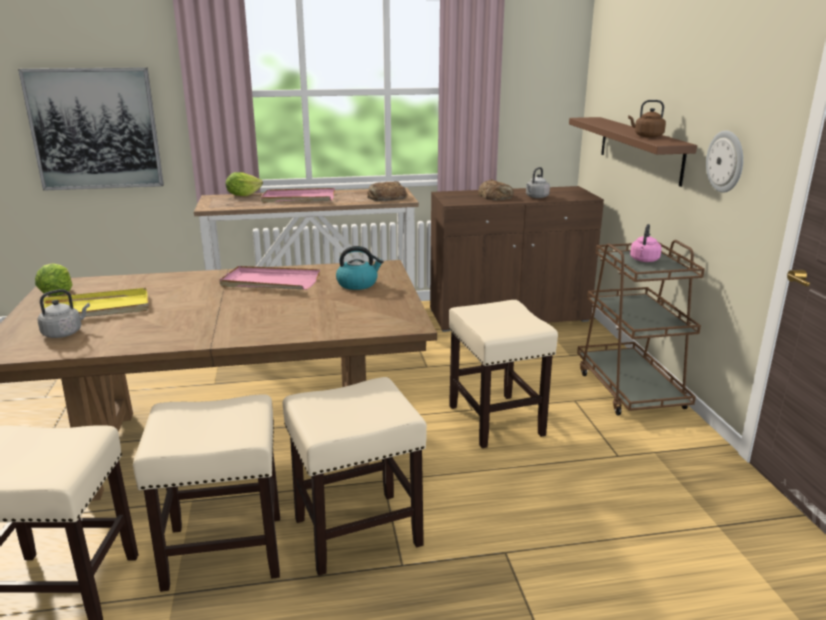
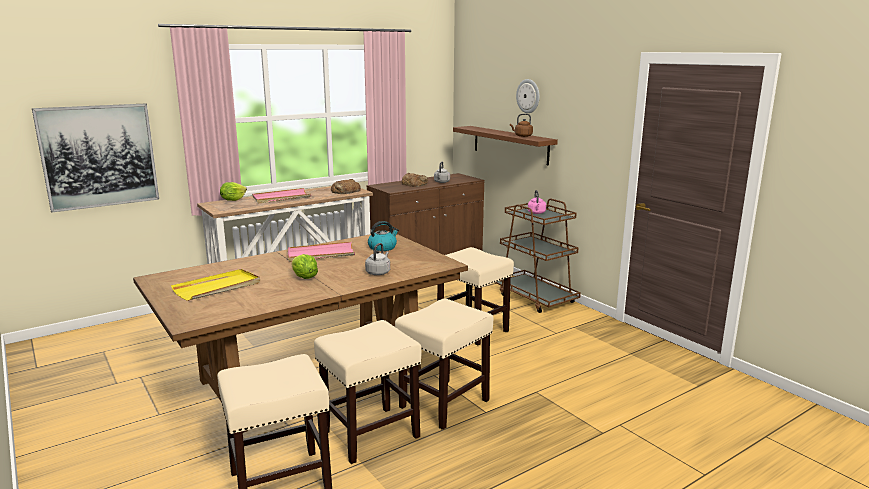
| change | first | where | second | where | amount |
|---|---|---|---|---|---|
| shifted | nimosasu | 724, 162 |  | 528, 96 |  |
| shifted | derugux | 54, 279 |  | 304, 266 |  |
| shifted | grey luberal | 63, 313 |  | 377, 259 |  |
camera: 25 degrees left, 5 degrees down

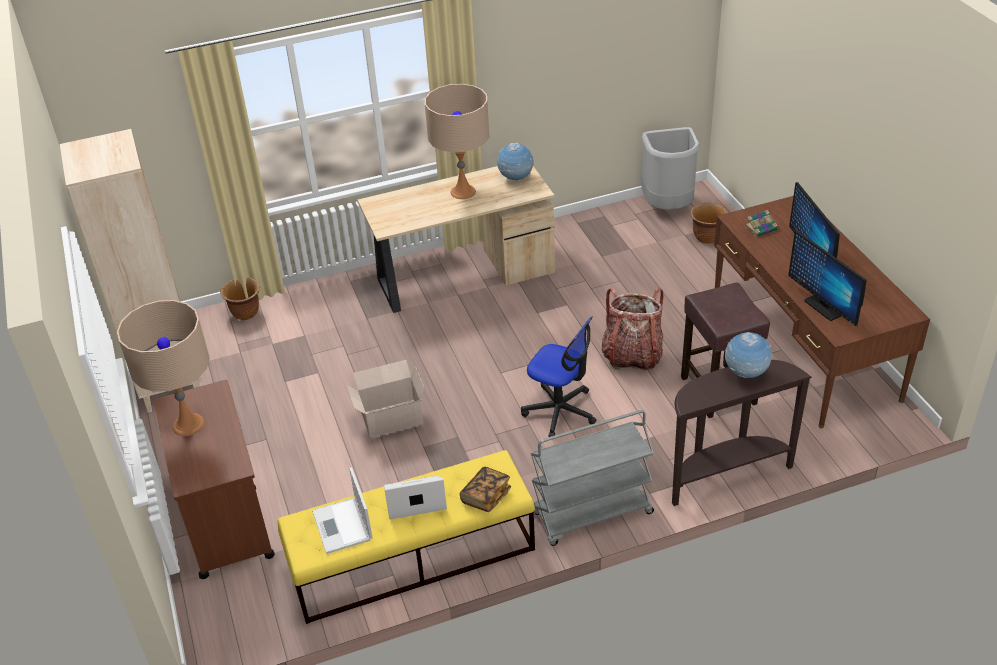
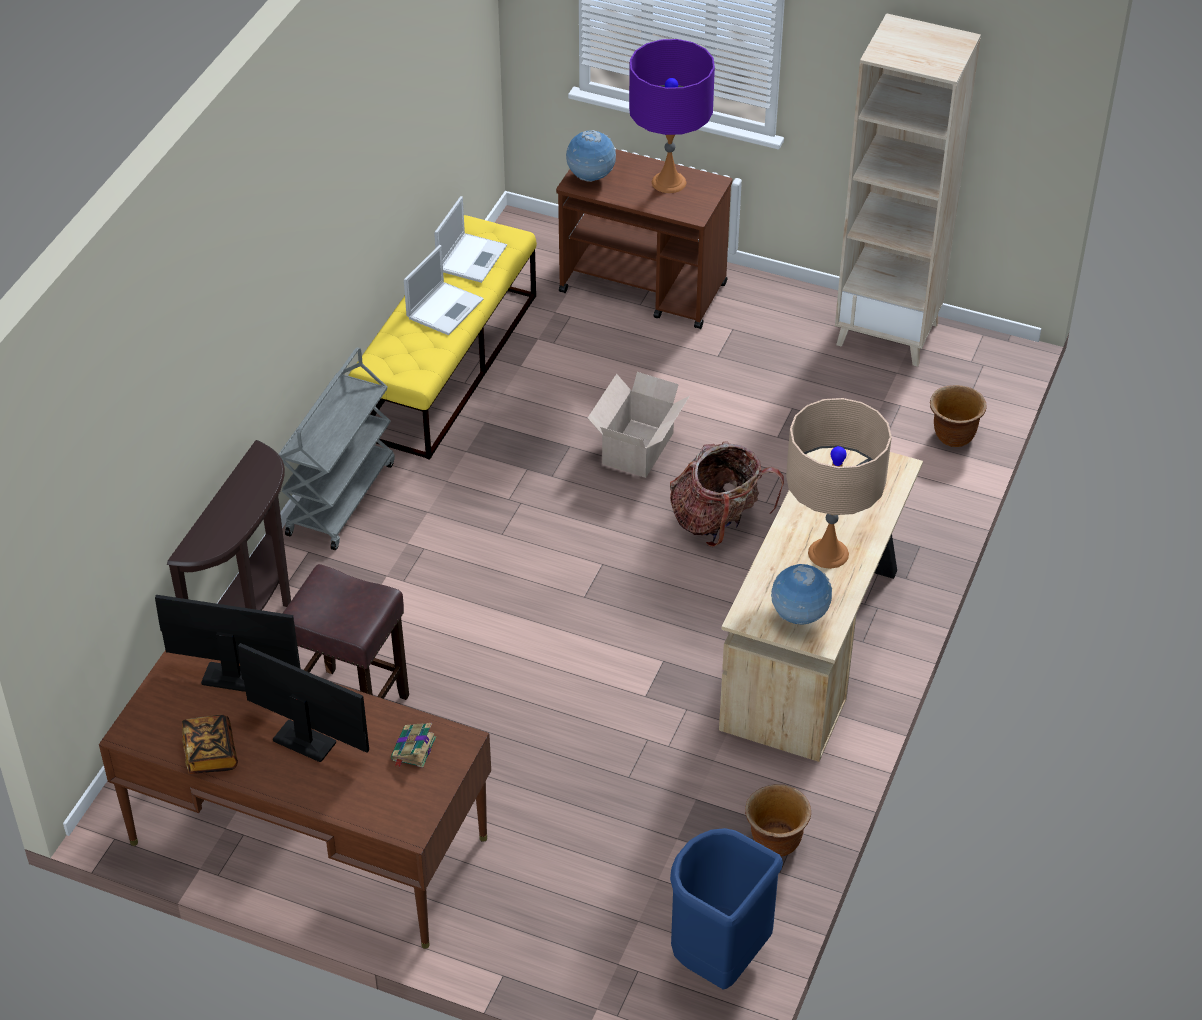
| change | first | where | second | where | amount |
|---|---|---|---|---|---|
| repainted | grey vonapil | 670, 168 | blue vonapil | 726, 908 |  |
| shifted | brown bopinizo | 709, 223 |  | 778, 820 |  |
| shifted | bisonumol | 633, 329 |  | 727, 494 |  |
| repainted | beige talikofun | 163, 368 | purple talikofun | 672, 116 |  |
| gone | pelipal | 559, 376 |  |  |  |
| shifted | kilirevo | 749, 355 |  | 591, 156 |  |
| rotated | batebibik | 342, 510 |  | 470, 239 | 90 degrees clockwise |
| shifted | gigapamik | 485, 489 |  | 210, 744 |  |
camera: 130 degrees right, 5 degrees up

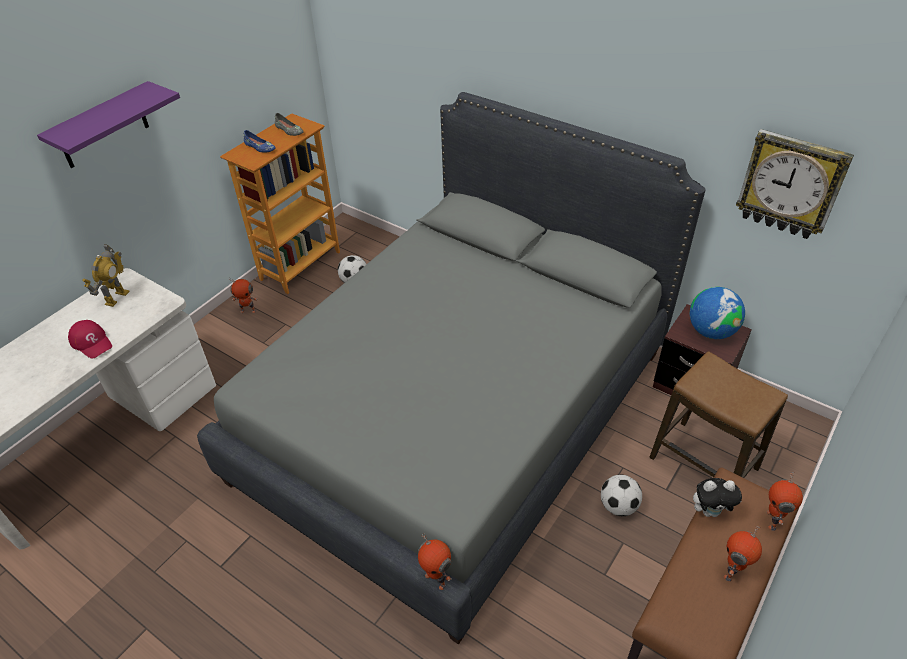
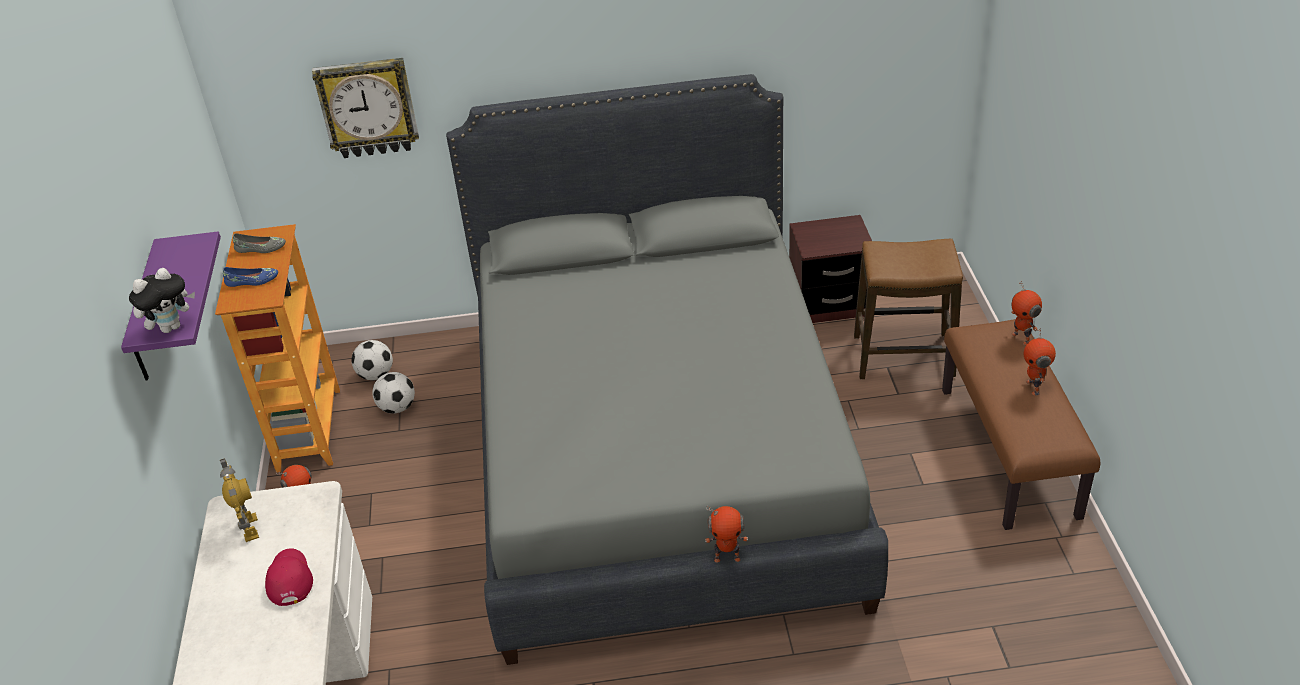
| change | first | where | second | where | amount |
|---|---|---|---|---|---|
| shifted | nimosasu | 795, 184 |  | 365, 108 |  |
| gone | kilirevo | 717, 313 |  |  |  |
| rotated | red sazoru | 90, 339 |  | 289, 577 | 105 degrees counterclockwise |
| shifted | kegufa | 621, 495 |  | 372, 360 |  |
| shifted | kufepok | 717, 497 |  | 162, 300 |  |
| shifted | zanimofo | 435, 561 |  | 726, 534 |  |
camera: 40 degrees left, 5 degrees down

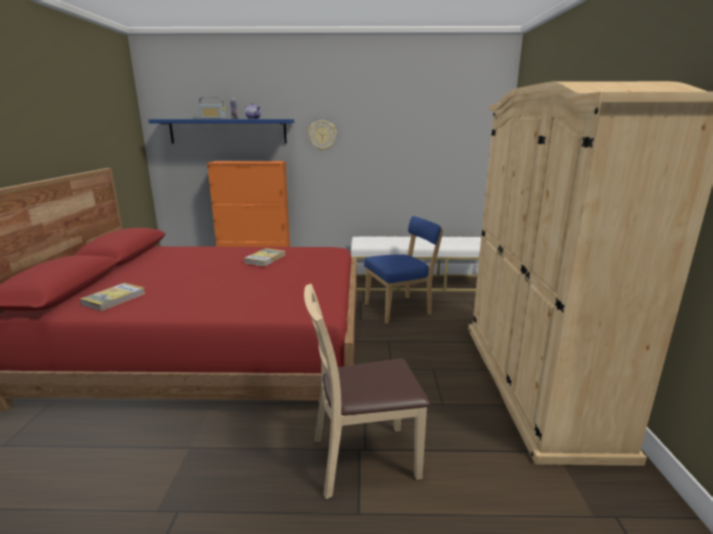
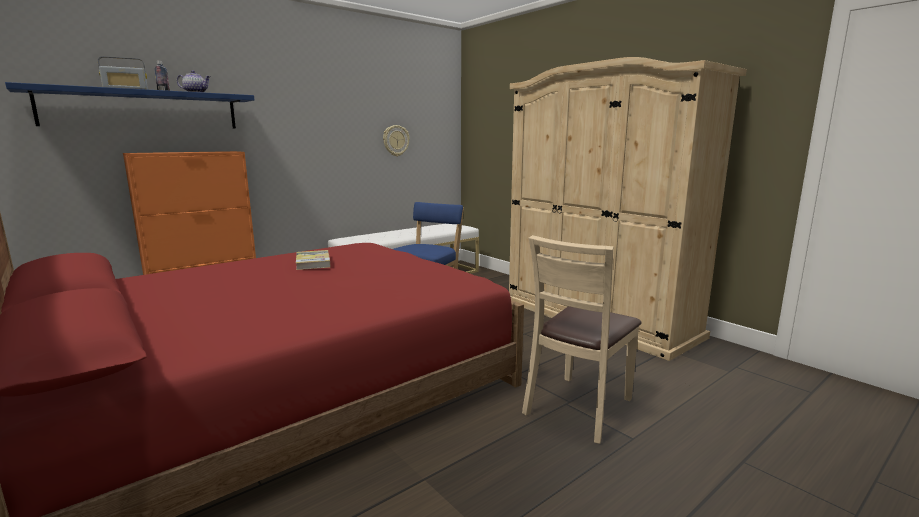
| change | first | where | second | where | amount |
|---|---|---|---|---|---|
| shifted | nimosasu | 322, 135 |  | 396, 140 |  |
| gone | gigapamik | 113, 297 |  |  |  |
camera: 40 degrees left, 5 degrees down

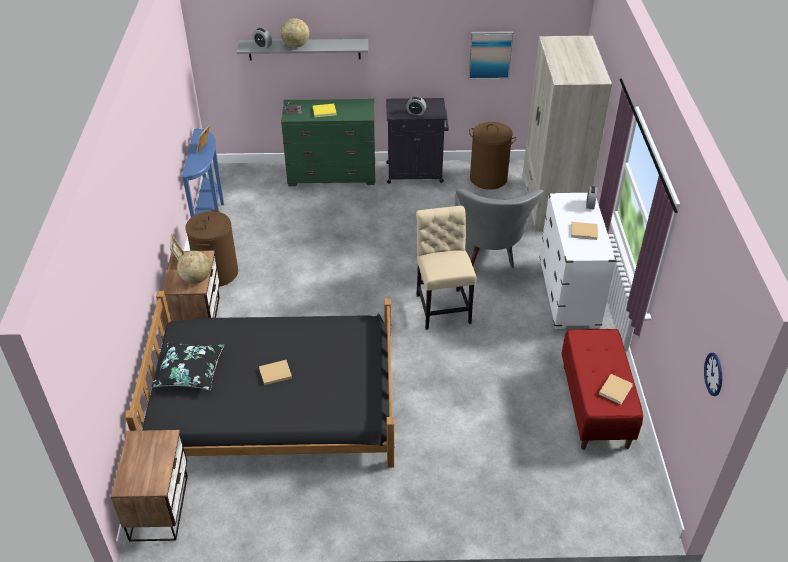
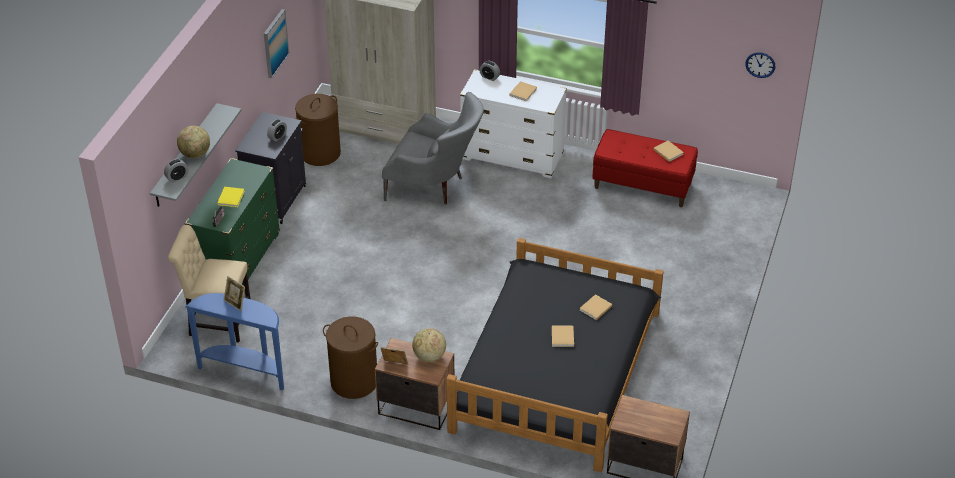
| change | first | where | second | where | amount |
|---|---|---|---|---|---|
| shifted | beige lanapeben | 446, 268 |  | 209, 284 |  |
| gone | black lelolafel | 187, 365 |  |  |  |
| new |  |  | beige gigapamik | 596, 307 |  |
camera: 70 degrees left, 0 degrees up

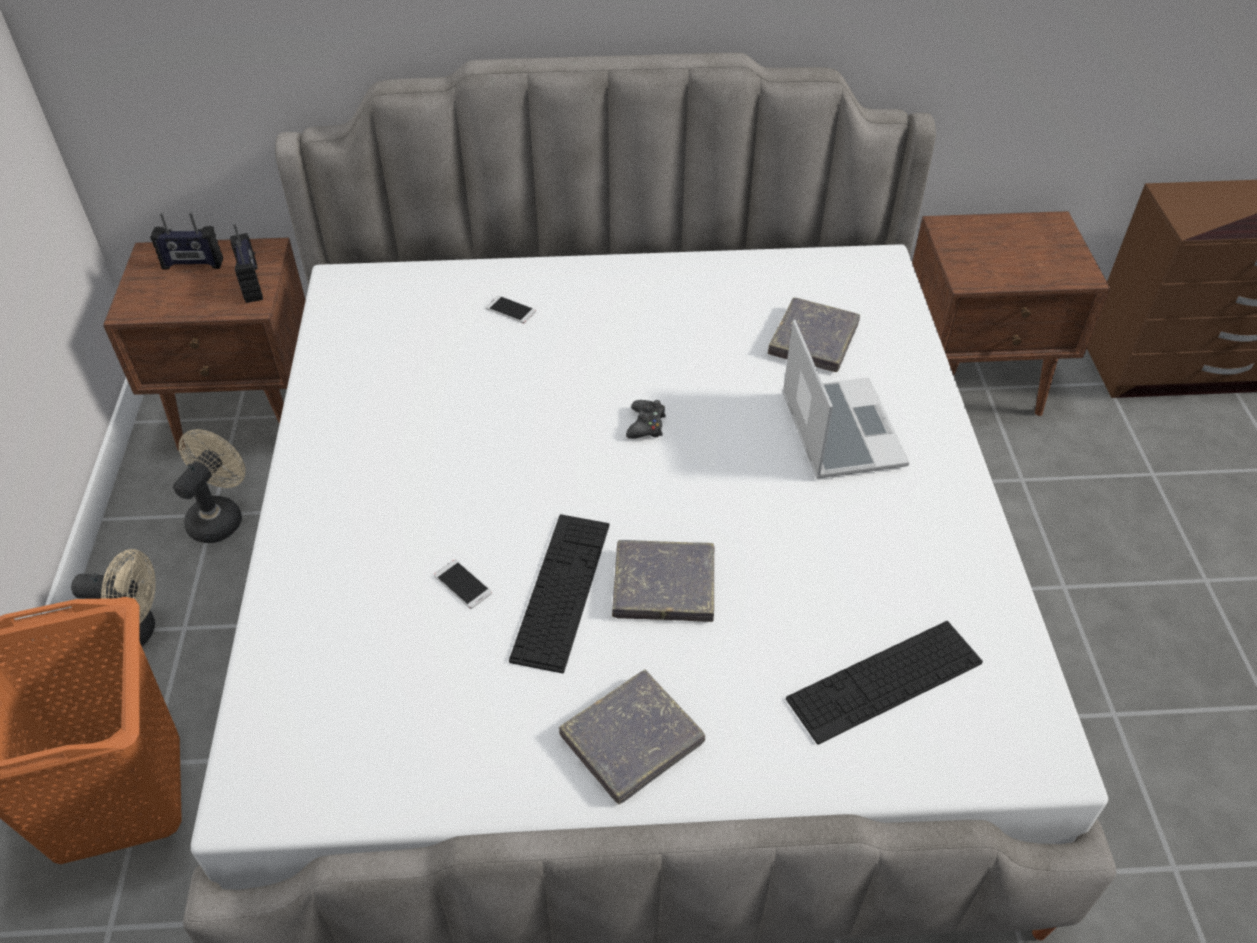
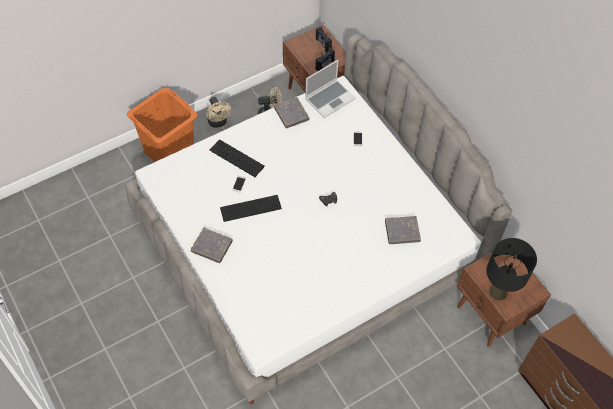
| change | first | where | second | where | amount |
|---|---|---|---|---|---|
| shifted | batebibik | 845, 399 |  | 330, 89 |  |
| shifted | grey gigapamik | 663, 581 |  | 291, 112 |  |
| shifted | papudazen | 884, 683 |  | 237, 158 |  |
| new |  |  | black talikofun | 511, 269 |  |
camera: 60 degrees right, 10 degrees up

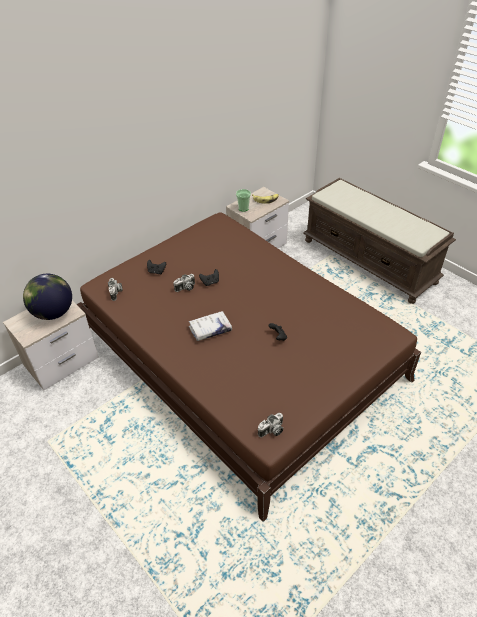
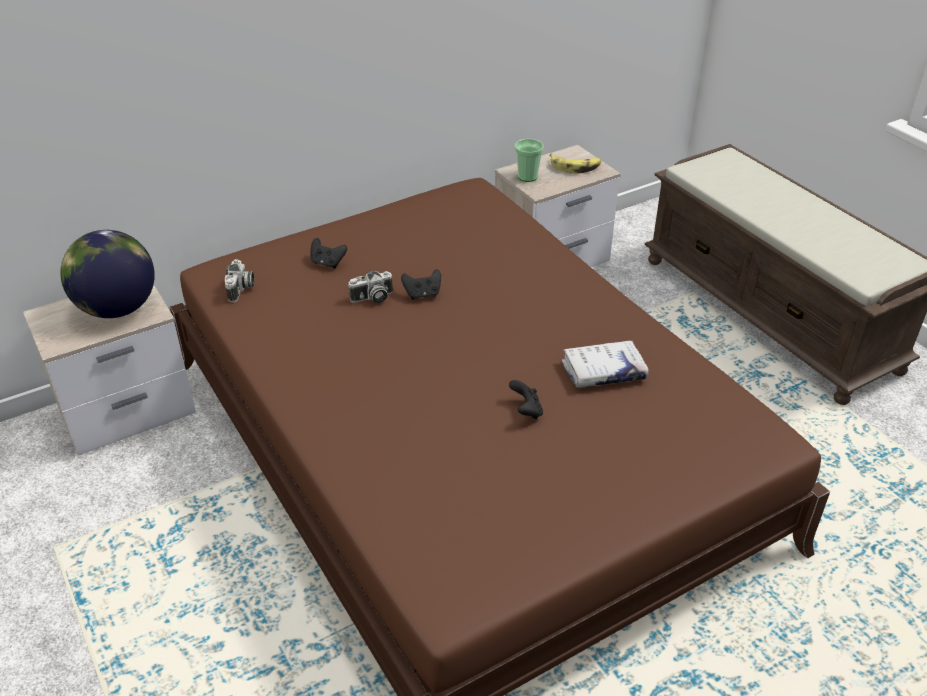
| change | first | where | second | where | amount |
|---|---|---|---|---|---|
| shifted | white gigapamik | 210, 326 |  | 605, 364 |  |
| gone | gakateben | 270, 425 |  |  |  |
camera: 10 degrees right, 5 degrees down

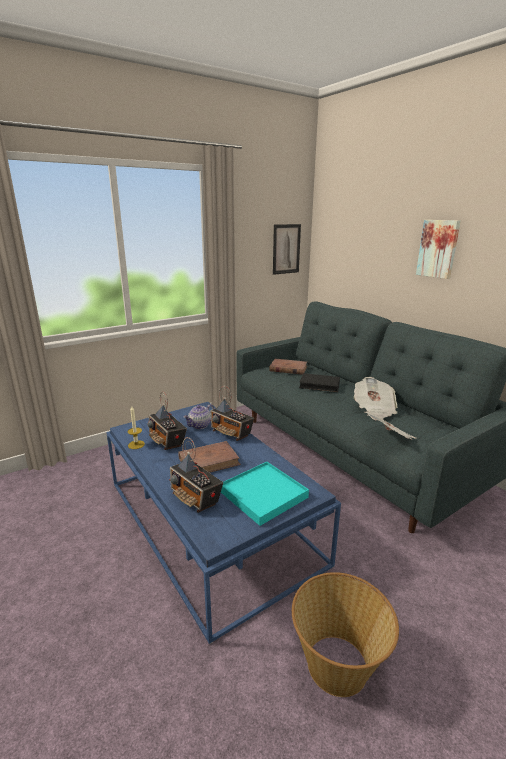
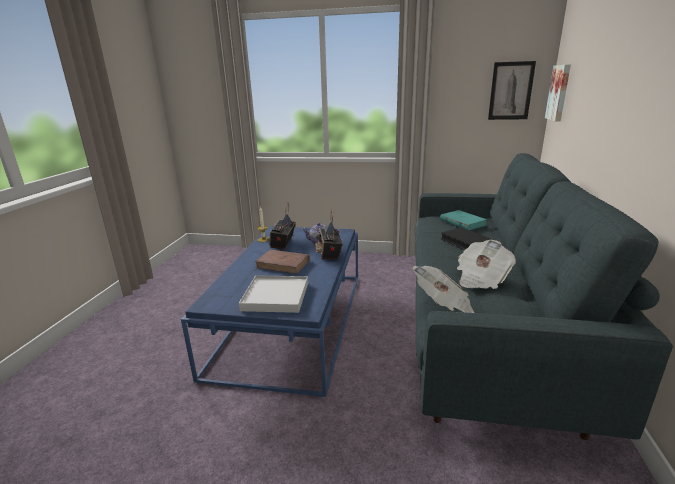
| change | first | where | second | where | amount |
|---|---|---|---|---|---|
| shifted | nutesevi | 438, 249 |  | 558, 93 |  |
| repainted | brown gigapamik | 288, 367 | turquoise gigapamik | 463, 220 |  |
| gone | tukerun | 196, 475 |  |  |  |
| repainted | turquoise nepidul | 265, 494 | white nepidul | 273, 294 |  |
| gone | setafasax | 345, 634 |  |  |  |
camera: 45 degrees right, 0 degrees up

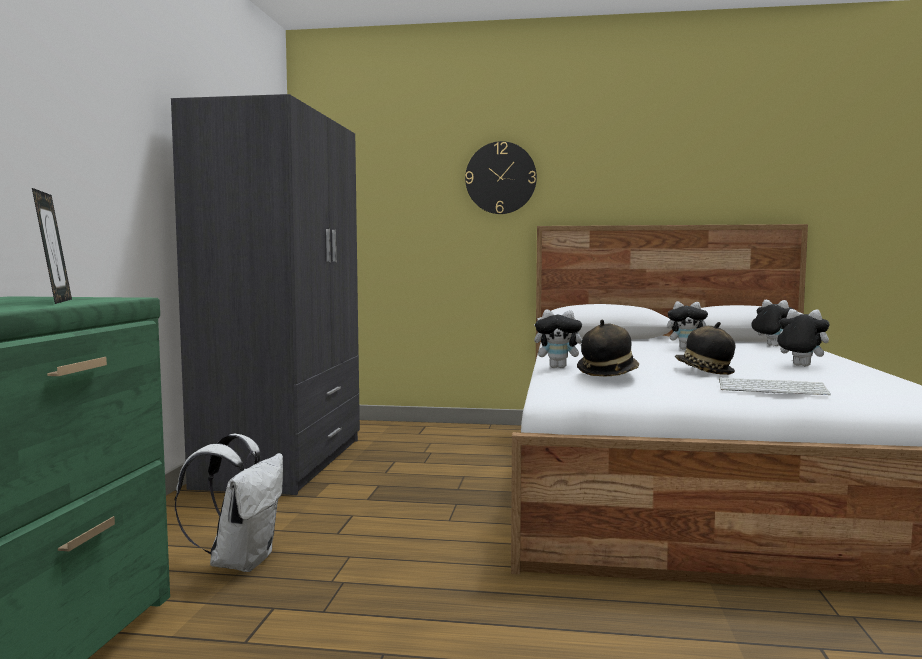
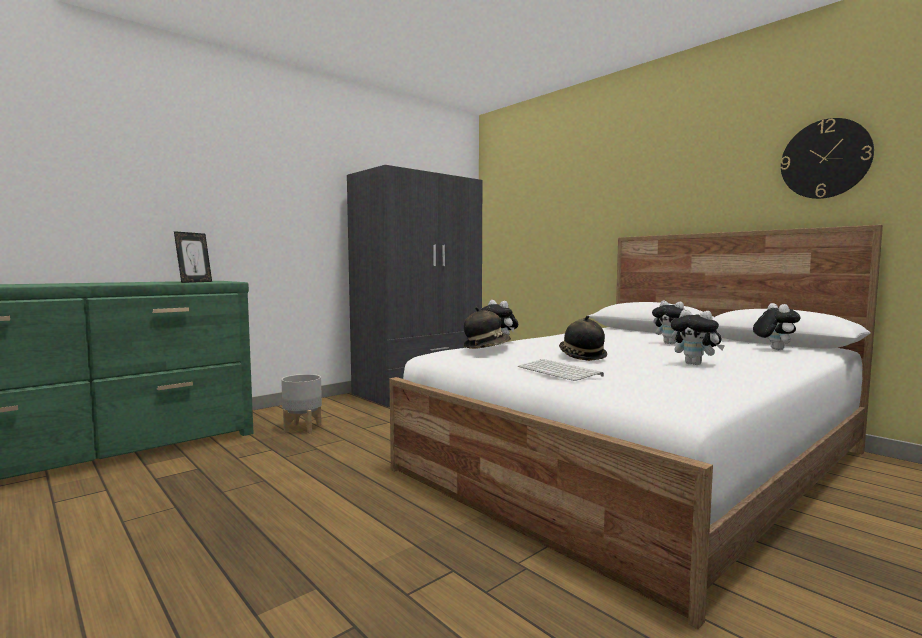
| change | first | where | second | where | amount |
|---|---|---|---|---|---|
| shifted | nimosasu | 501, 177 |  | 827, 158 |  |
| rotated | kufepok | 800, 337 |  | 698, 337 | 150 degrees clockwise |
| swapped | white bisonumol | 228, 503 | grey bopinizo | 301, 404 |  |
camera: 40 degrees right, 0 degrees up

